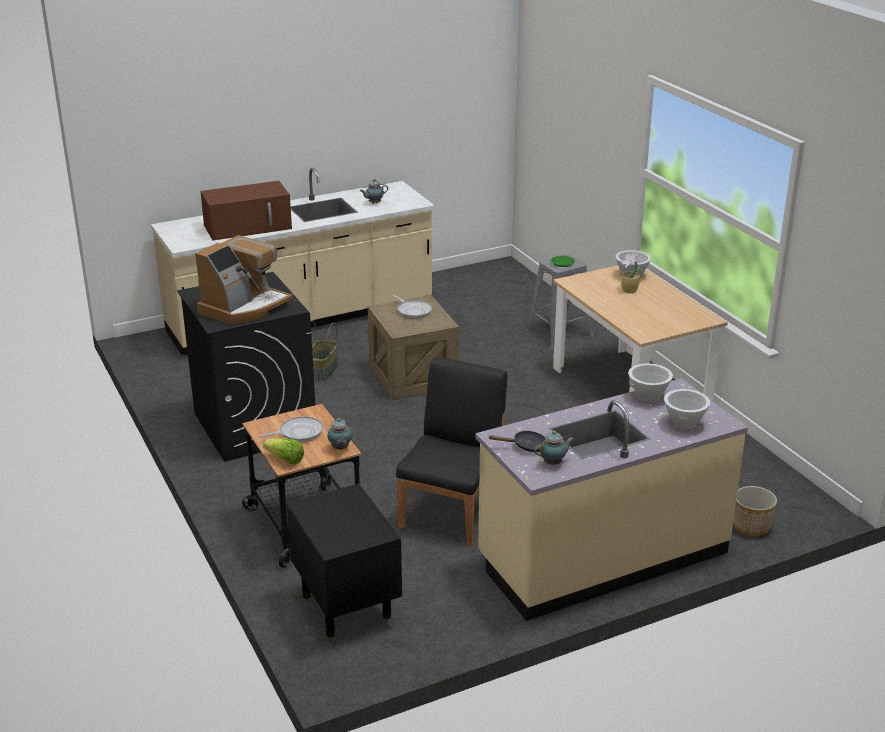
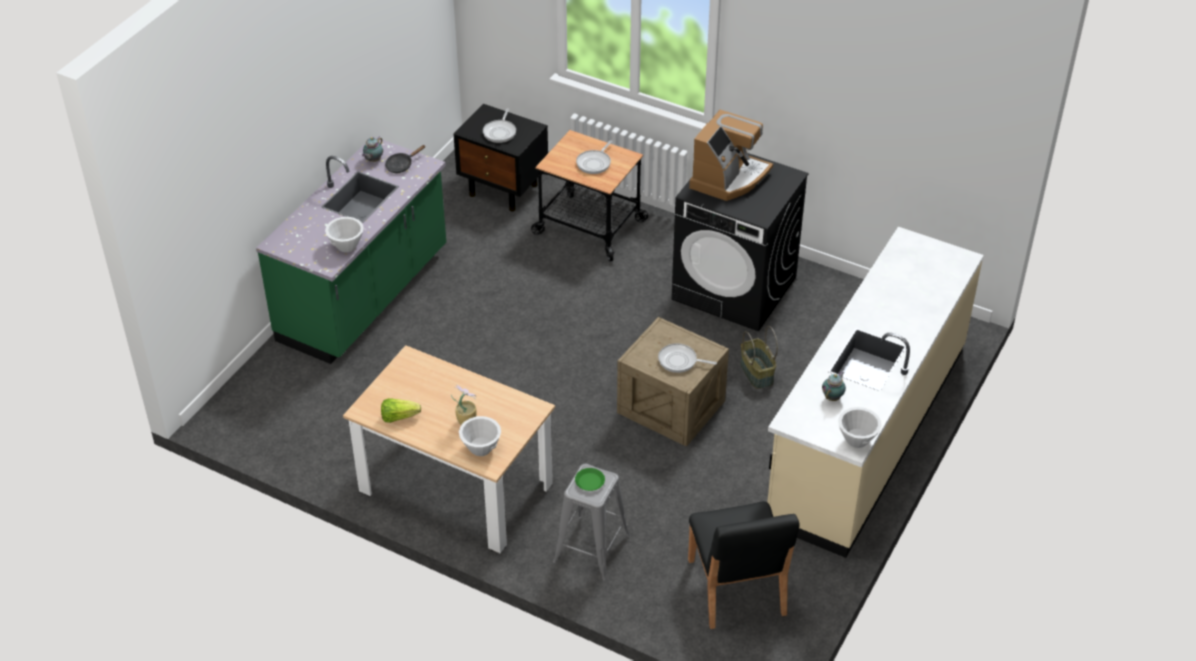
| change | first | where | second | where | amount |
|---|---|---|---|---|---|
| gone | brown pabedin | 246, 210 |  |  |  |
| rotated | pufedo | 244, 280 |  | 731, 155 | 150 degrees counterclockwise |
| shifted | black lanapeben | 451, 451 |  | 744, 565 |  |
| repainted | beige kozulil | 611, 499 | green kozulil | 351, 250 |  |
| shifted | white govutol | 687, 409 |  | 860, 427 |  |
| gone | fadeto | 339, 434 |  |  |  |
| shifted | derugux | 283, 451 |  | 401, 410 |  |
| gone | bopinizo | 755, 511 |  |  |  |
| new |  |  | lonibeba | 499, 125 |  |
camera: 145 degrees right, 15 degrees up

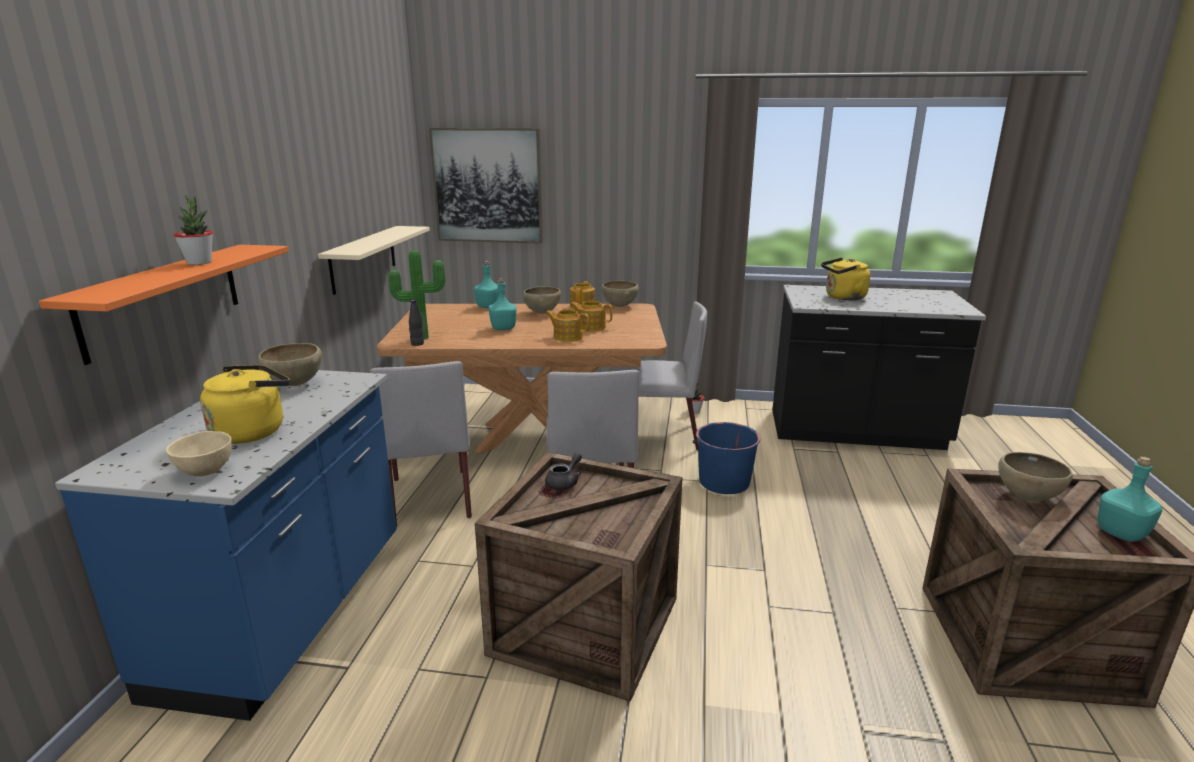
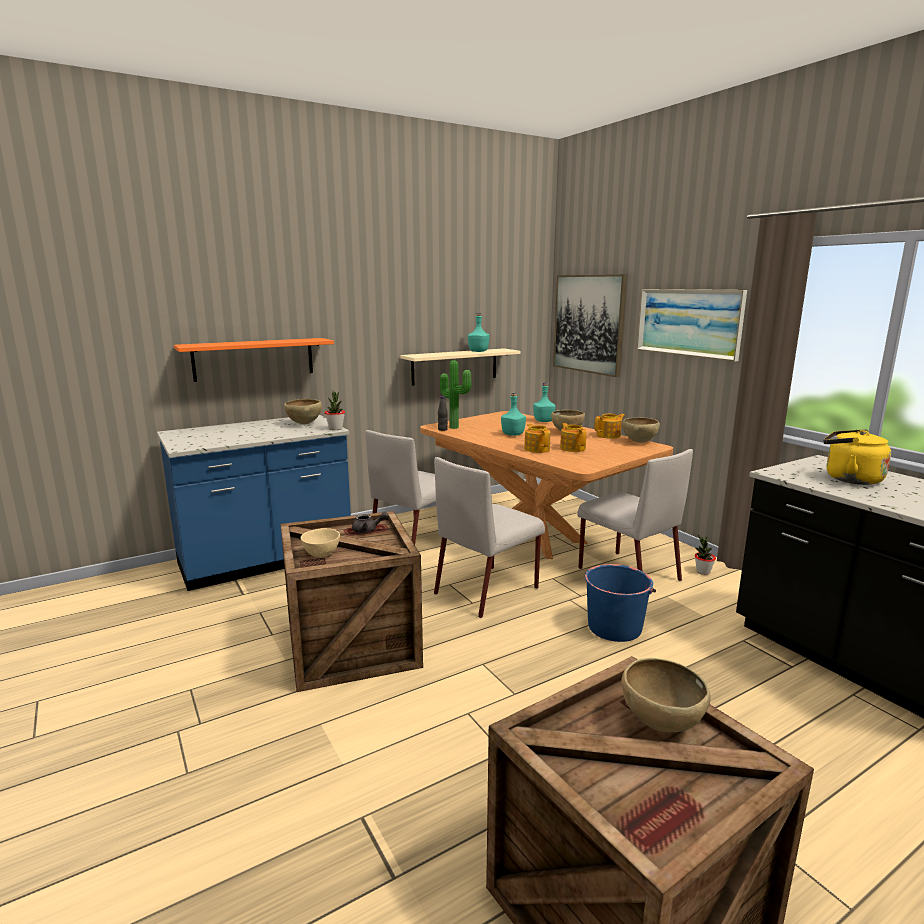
| change | first | where | second | where | amount |
|---|---|---|---|---|---|
| shifted | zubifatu | 193, 230 |  | 335, 410 |  |
| gone | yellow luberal | 245, 404 |  |  |  |
| shifted | beige govutol | 199, 453 |  | 320, 543 |  |
| shifted | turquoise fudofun | 1130, 499 |  | 478, 332 |  |
| new |  |  | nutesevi | 692, 325 |  |
camera: 50 degrees right, 5 degrees down

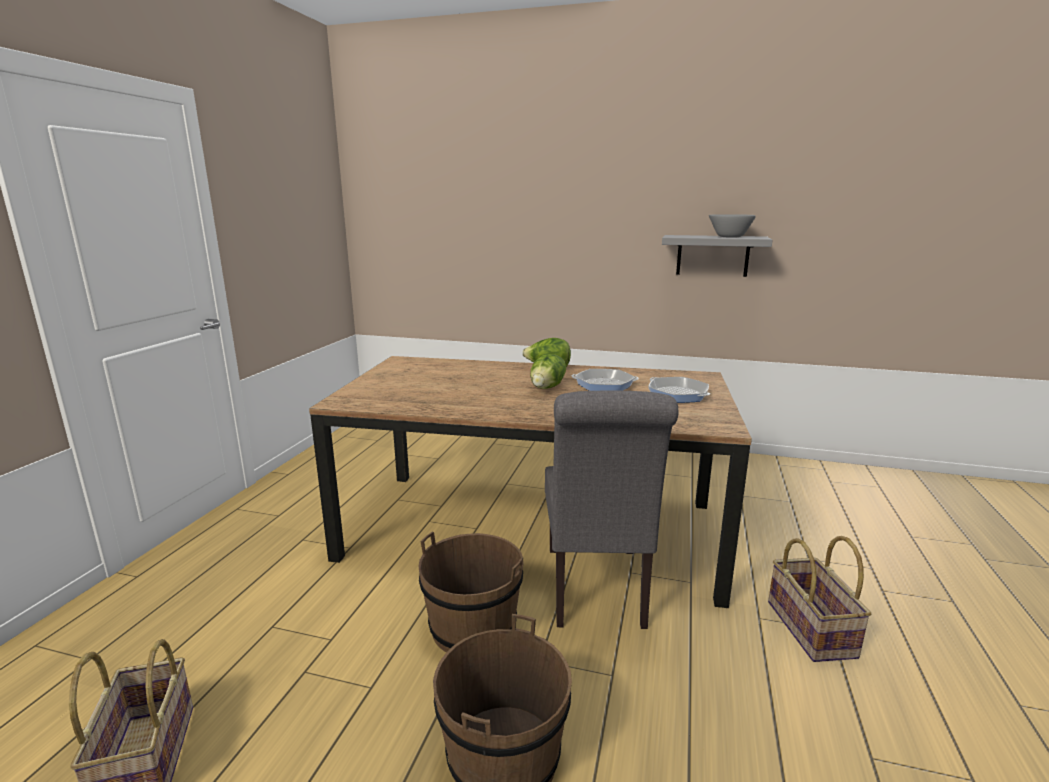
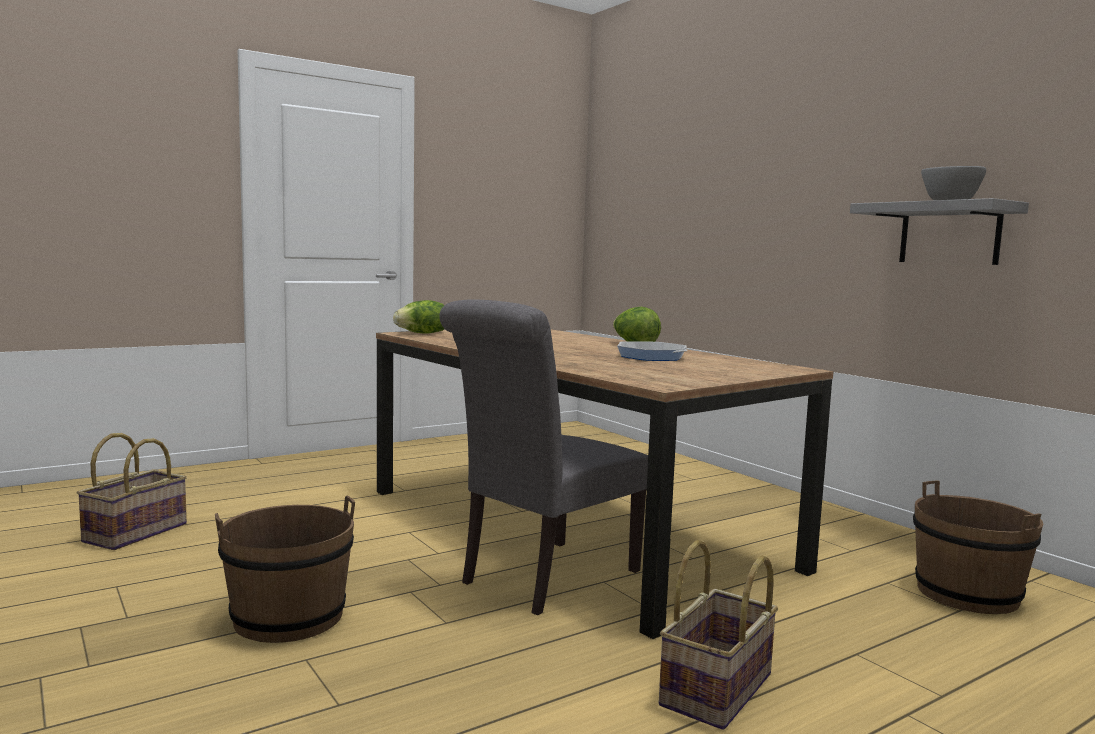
| change | first | where | second | where | amount |
|---|---|---|---|---|---|
| shifted | derugux | 548, 371 |  | 418, 317 |  |
| gone | lonibeba | 679, 390 |  |  |  |
| shifted | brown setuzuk | 471, 592 |  | 978, 547 |  |
camera: 40 degrees right, 10 degrees down

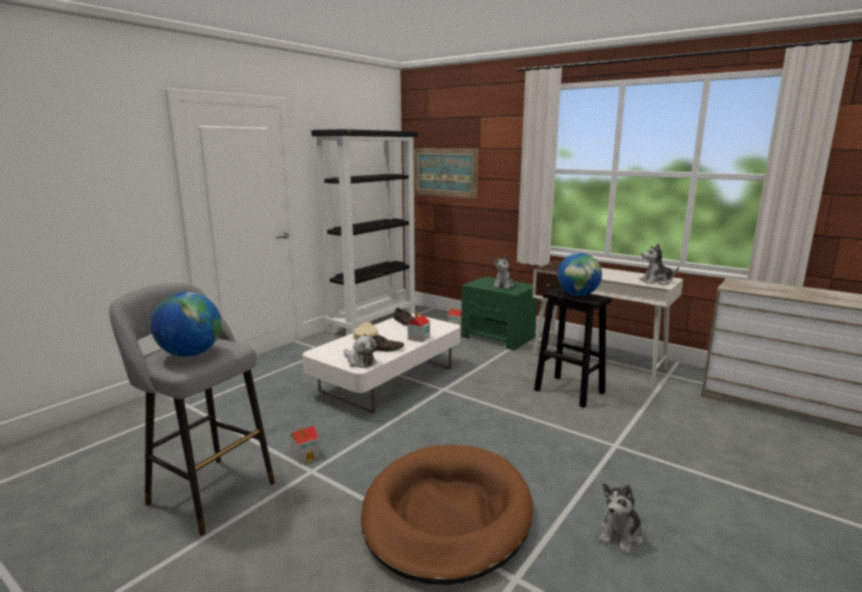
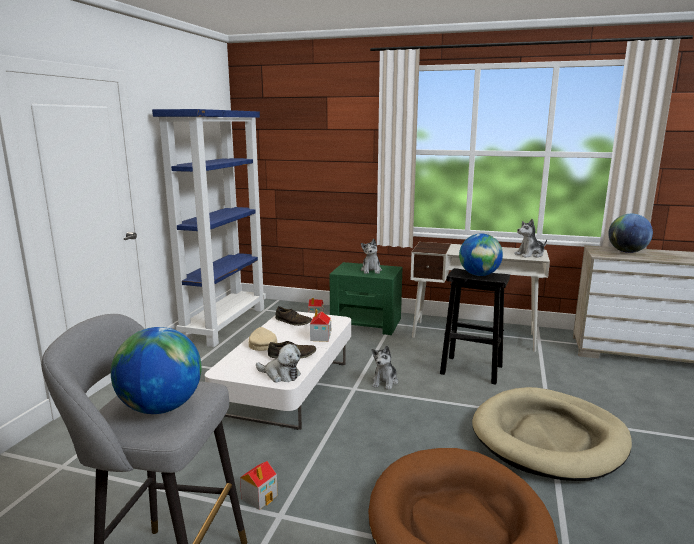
| change | first | where | second | where | amount |
|---|---|---|---|---|---|
| repainted | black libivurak | 364, 232 | blue libivurak | 209, 228 |  |
| gone | nutesevi | 446, 173 |  |  |  |
| shifted | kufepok | 620, 518 |  | 384, 368 |  |
| new |  |  | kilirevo | 630, 233 |  |
| new |  |  | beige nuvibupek | 552, 434 |  |
camera: 20 degrees left, 0 degrees up

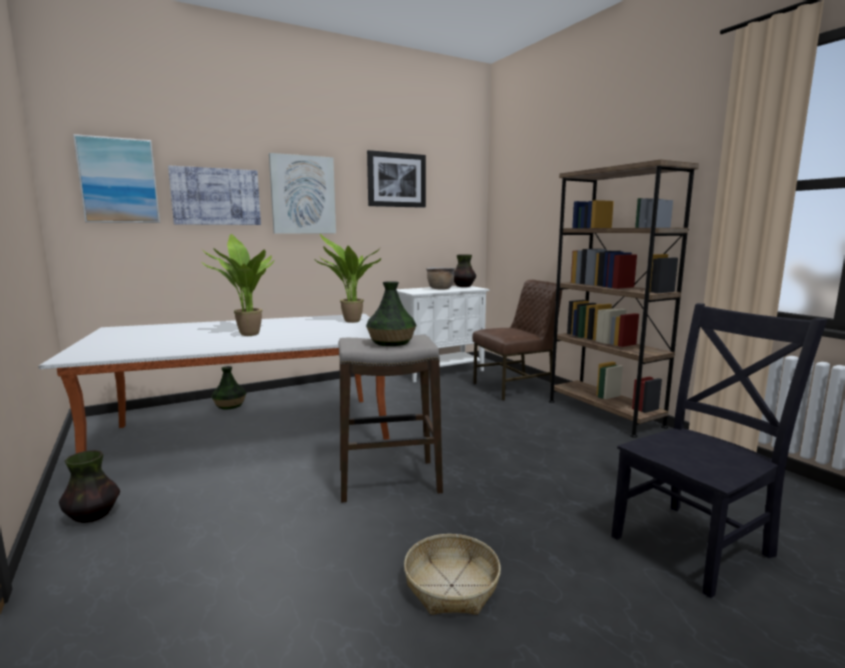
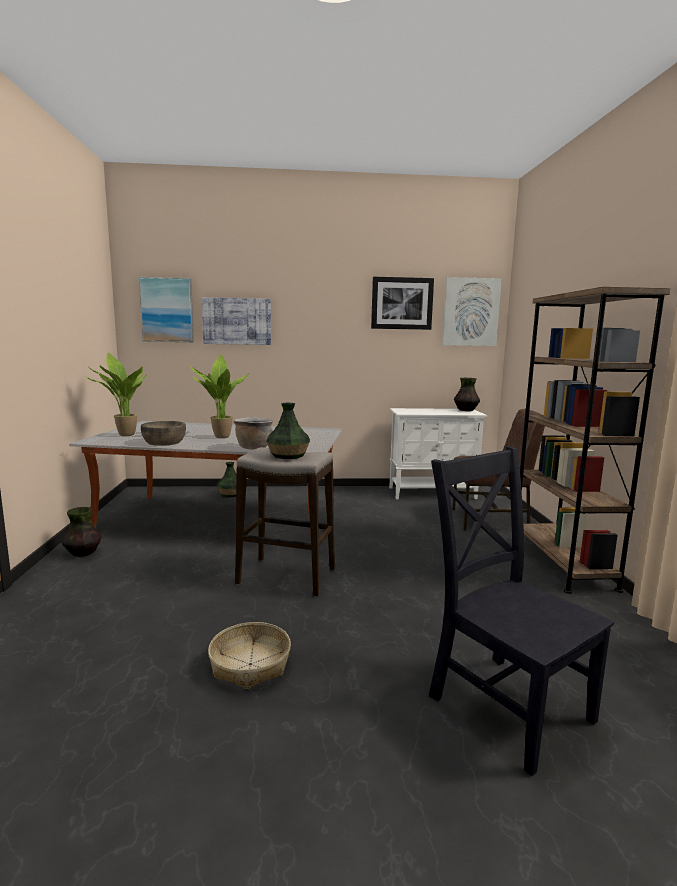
| change | first | where | second | where | amount |
|---|---|---|---|---|---|
| shifted | nutesevi | 302, 193 |  | 472, 311 |  |
| shifted | zubifatu | 347, 278 |  | 117, 394 |  |
| shifted | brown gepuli | 440, 278 |  | 253, 433 |  |
| rotated | black lanapeben | 719, 450 |  | 521, 611 | 120 degrees counterclockwise |
| new |  |  | brown govutol | 163, 433 |  |
camera: 25 degrees right, 0 degrees up

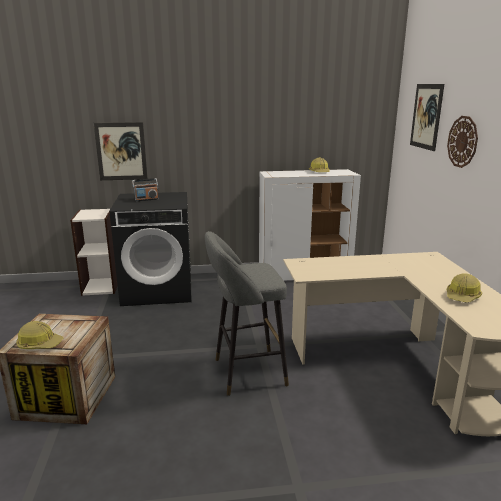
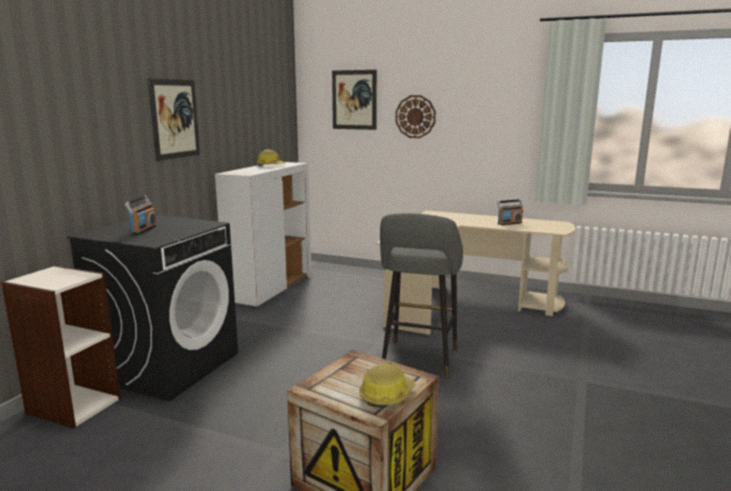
| change | first | where | second | where | amount |
|---|---|---|---|---|---|
| shifted | nutesevi | 121, 151 |  | 174, 119 |  |
| swapped | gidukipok | 464, 288 | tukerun | 510, 212 |  |
camera: 60 degrees left, 5 degrees down

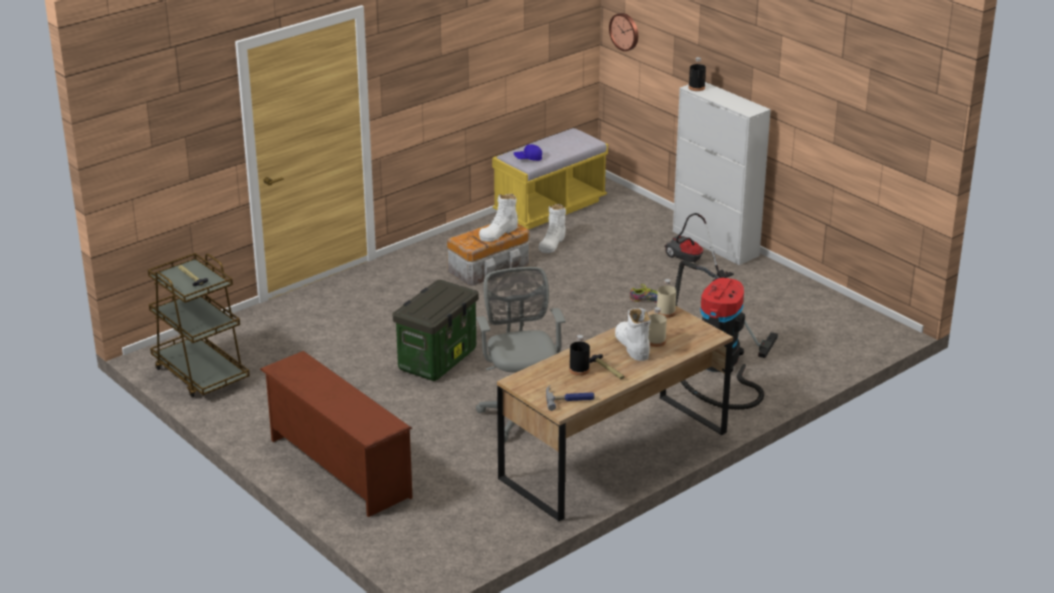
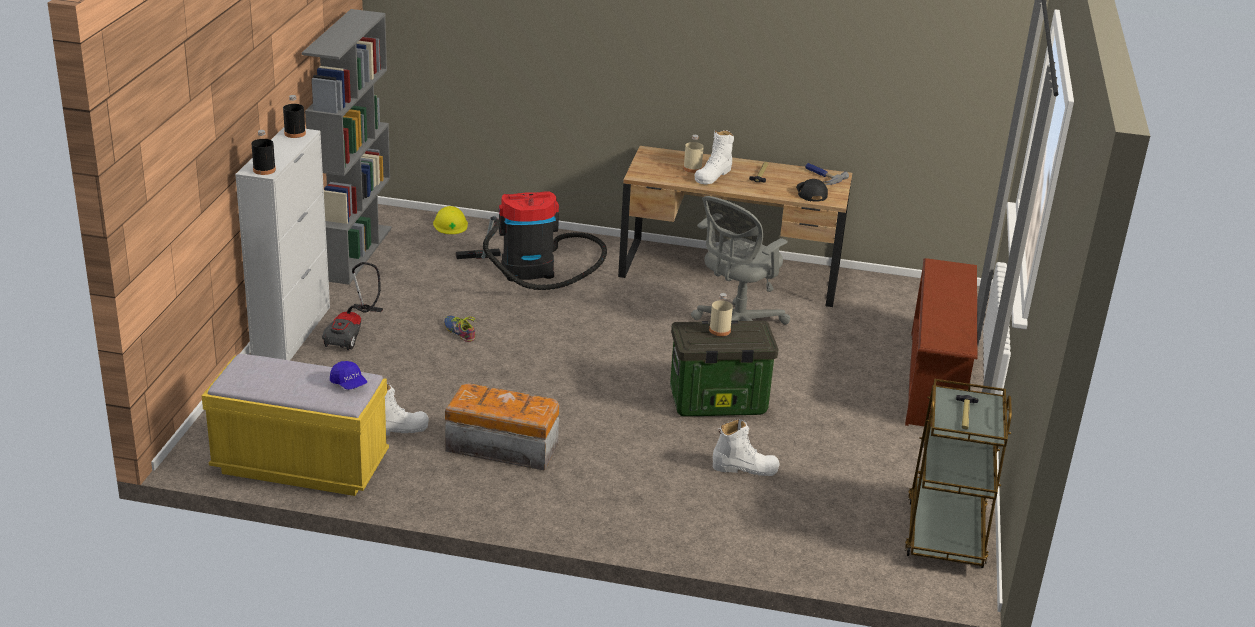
| change | first | where | second | where | amount |
|---|---|---|---|---|---|
| gone | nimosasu | 623, 32 |  |  |  |
| shifted | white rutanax | 498, 218 |  | 746, 447 |  |
| shifted | beige fudofun | 666, 298 |  | 721, 314 |  |
| shifted | black fudofun | 579, 355 |  | 294, 116 |  |
| new |  |  | grey libivurak | 347, 147 |  |
| new |  |  | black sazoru | 812, 190 |  |
| new |  |  | yellow gidukipok | 450, 220 |  |
camera: 130 degrees left, 0 degrees up

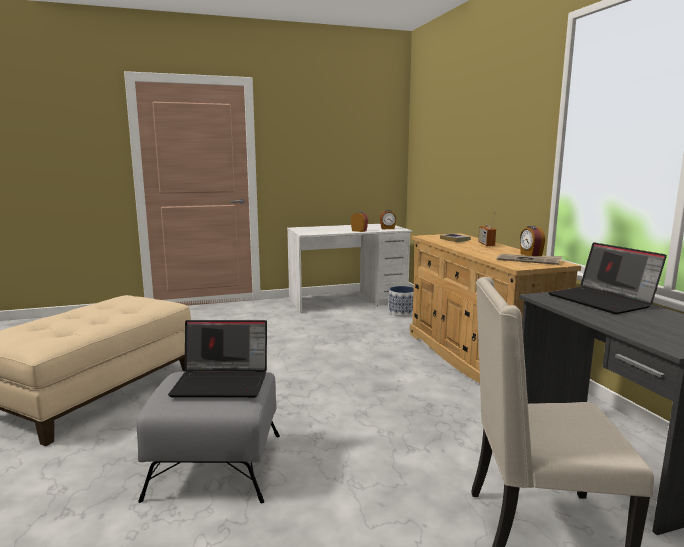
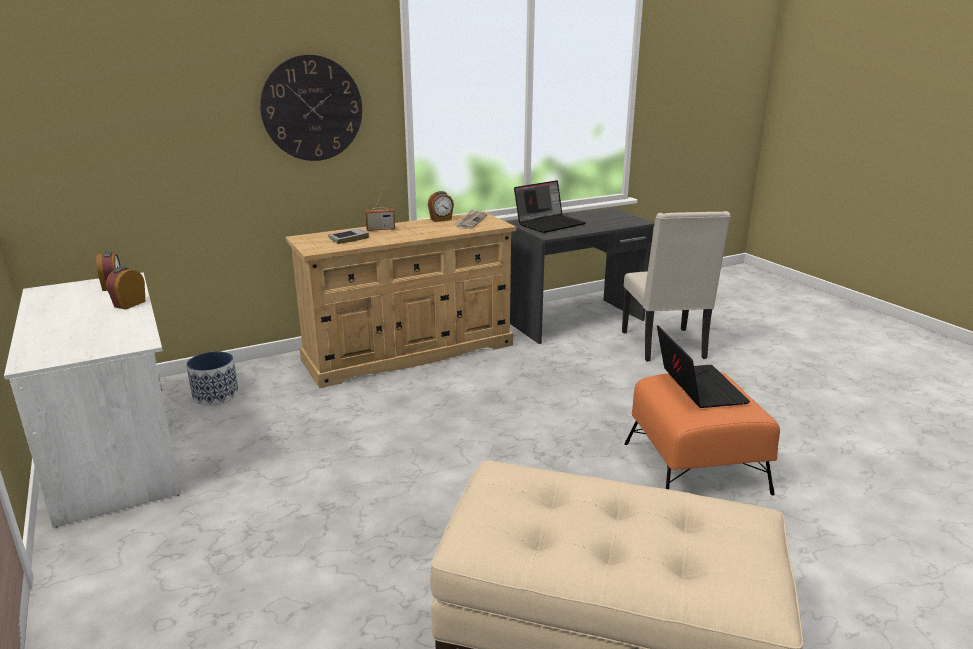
| change | first | where | second | where | amount |
|---|---|---|---|---|---|
| repainted | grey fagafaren | 208, 437 | orange fagafaren | 702, 433 |  |
| new |  |  | nimosasu | 311, 108 |  |
camera: 100 degrees left, 10 degrees up

